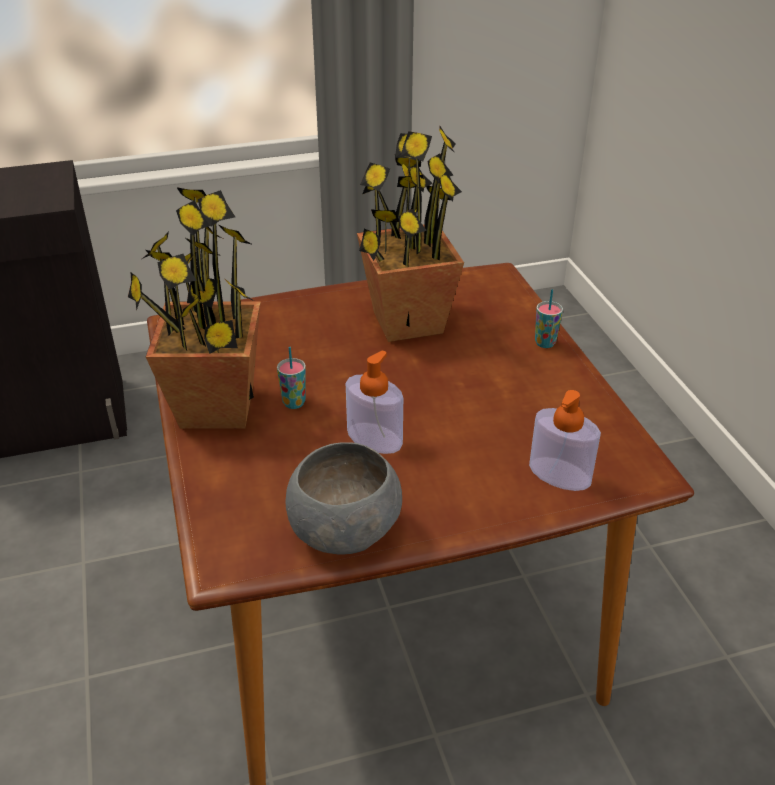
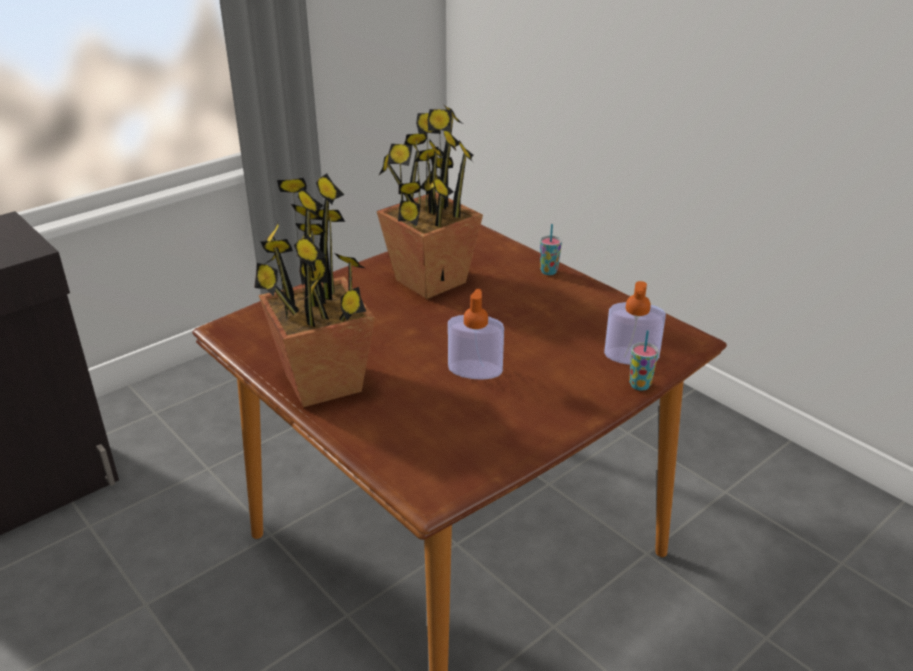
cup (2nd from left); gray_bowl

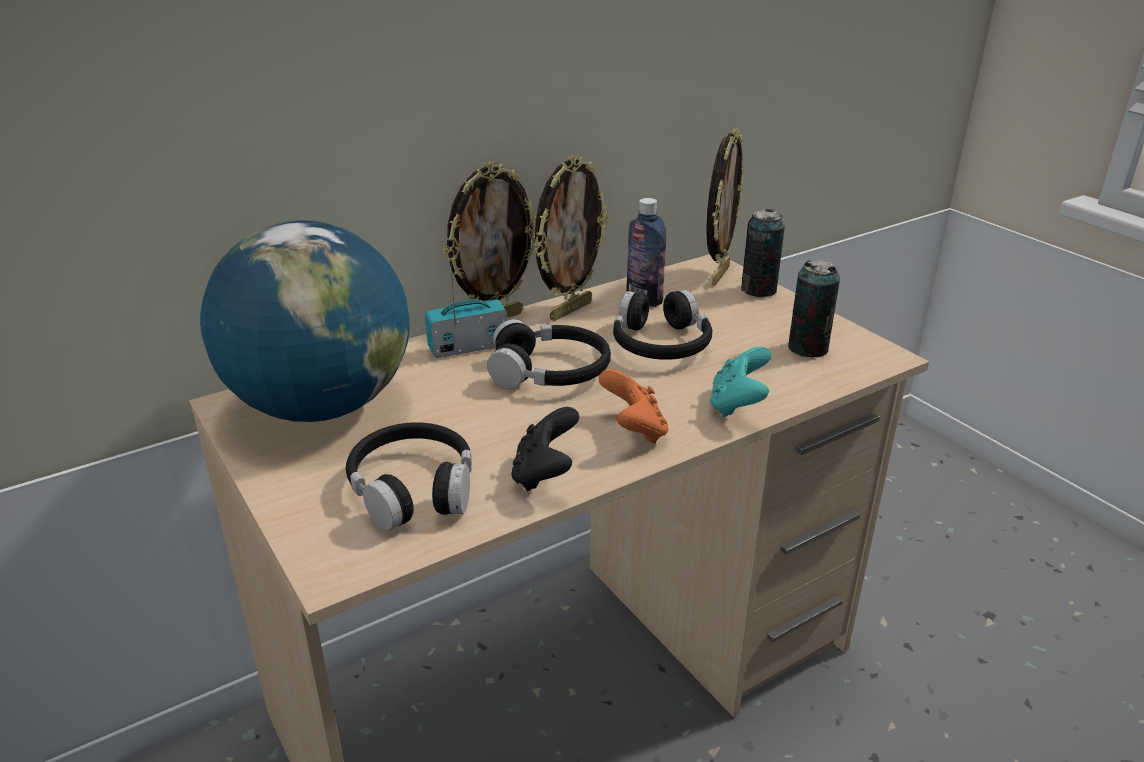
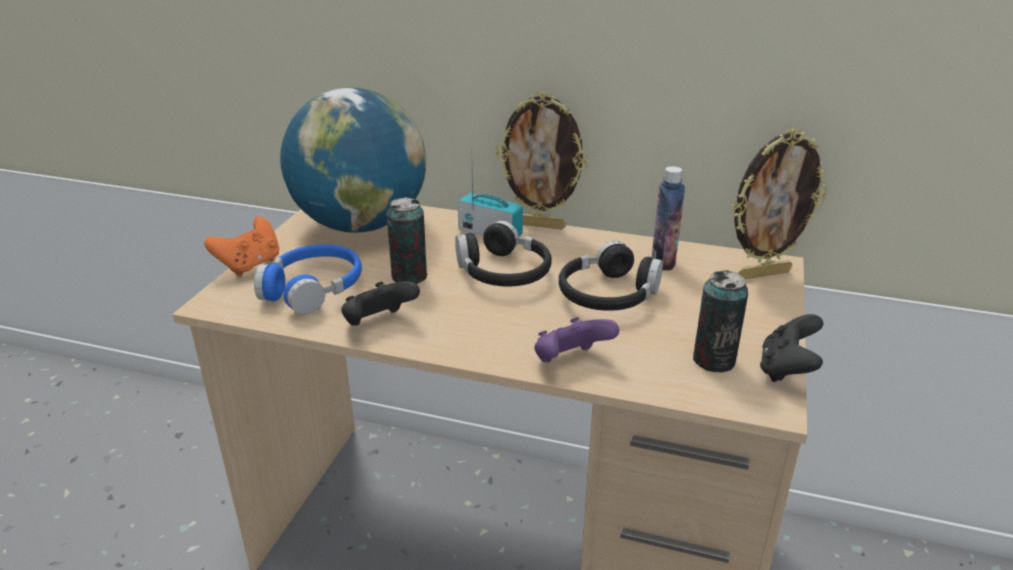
photo_frame (2nd from left in the first image); can (1st from left); purple_joypad; orange-coloured_joypad; blue-coloured_pair_of_headphones; black-coloured_joypad (2nd from left)

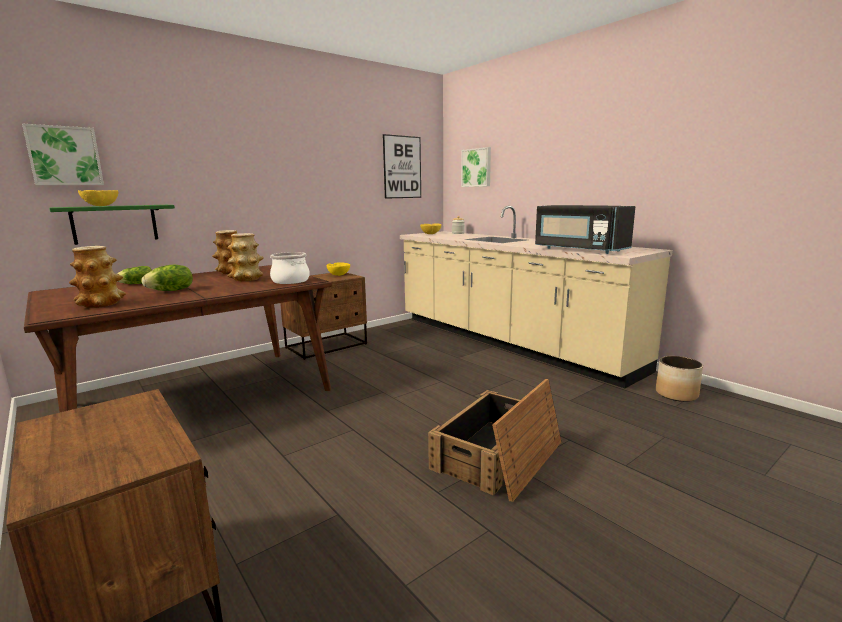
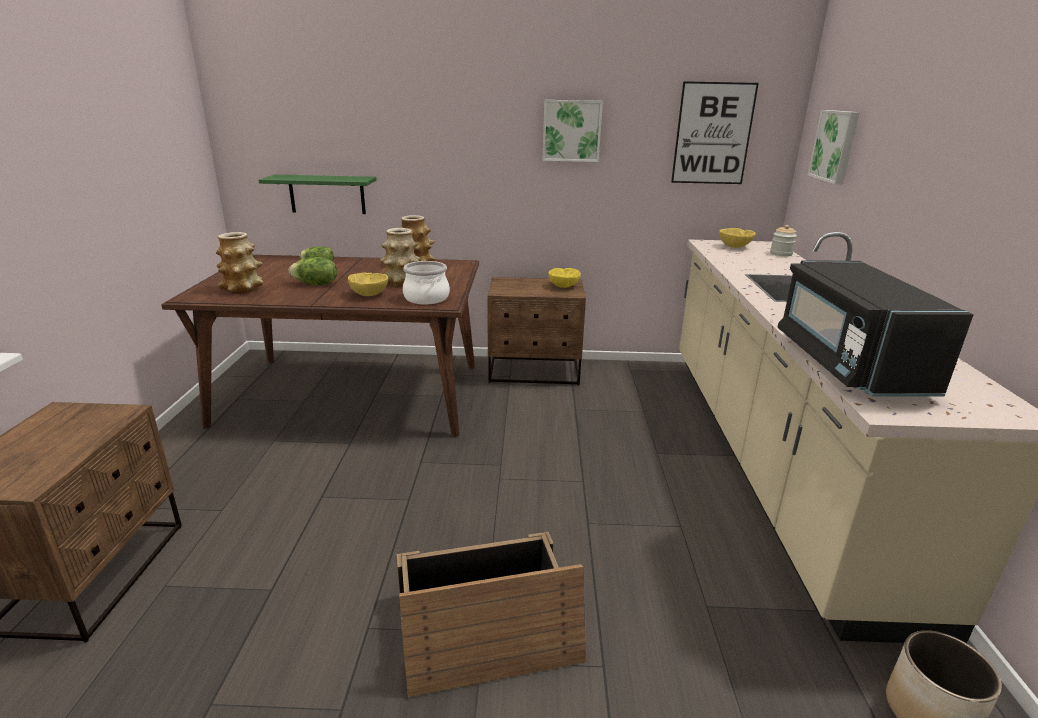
picture (1st from left); yellowish_bowl (1st from left)

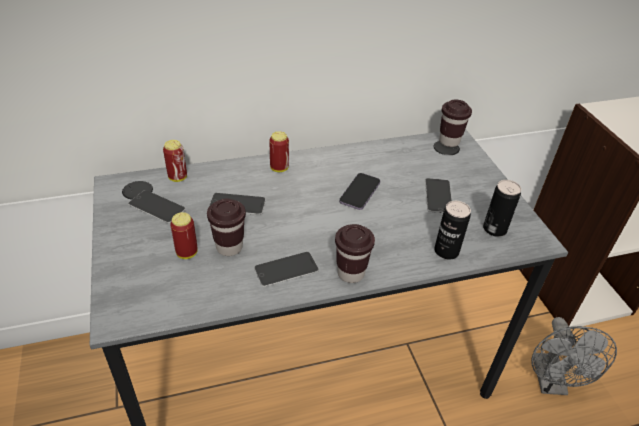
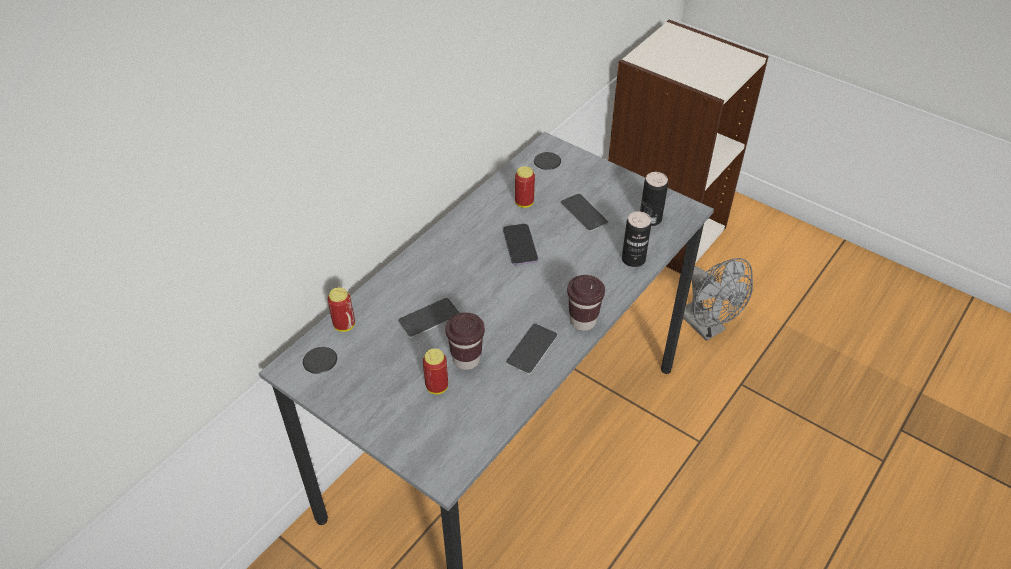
brown_cup (3rd from left in the first image); can (3rd from left); telephone (1st from left in the first image)

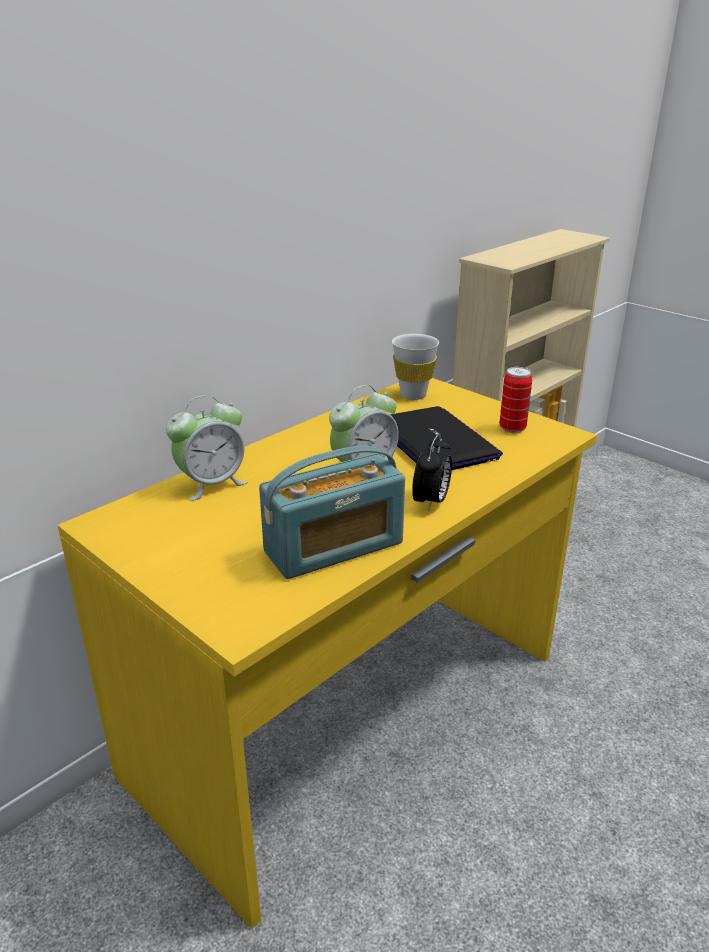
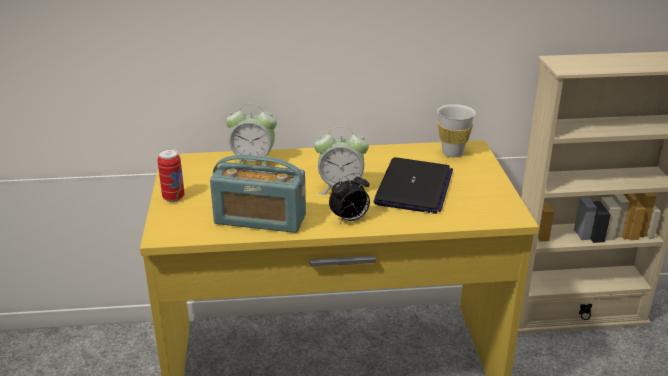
can

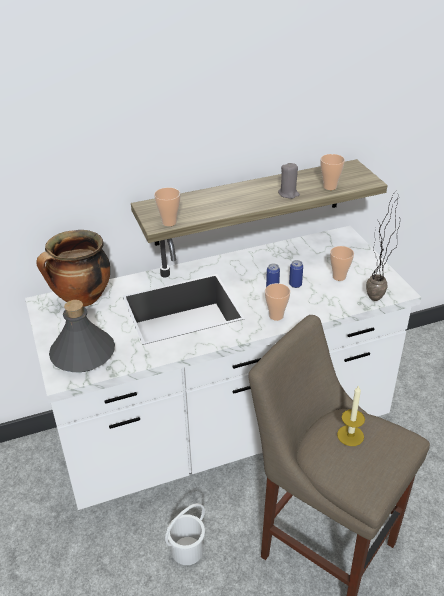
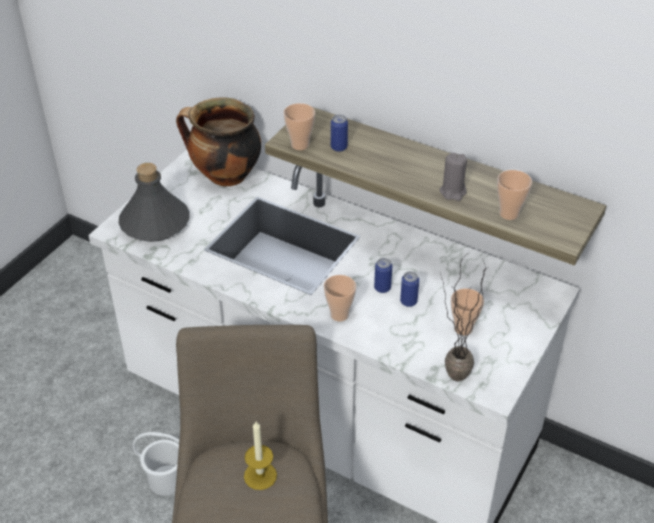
can (1st from left)

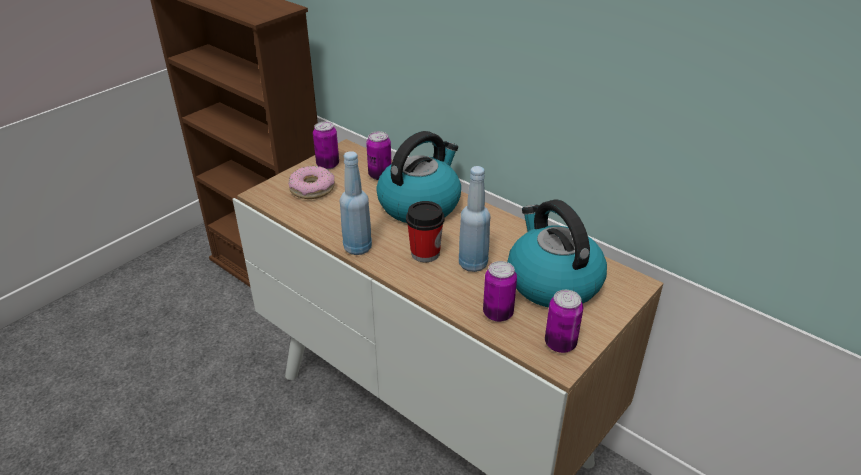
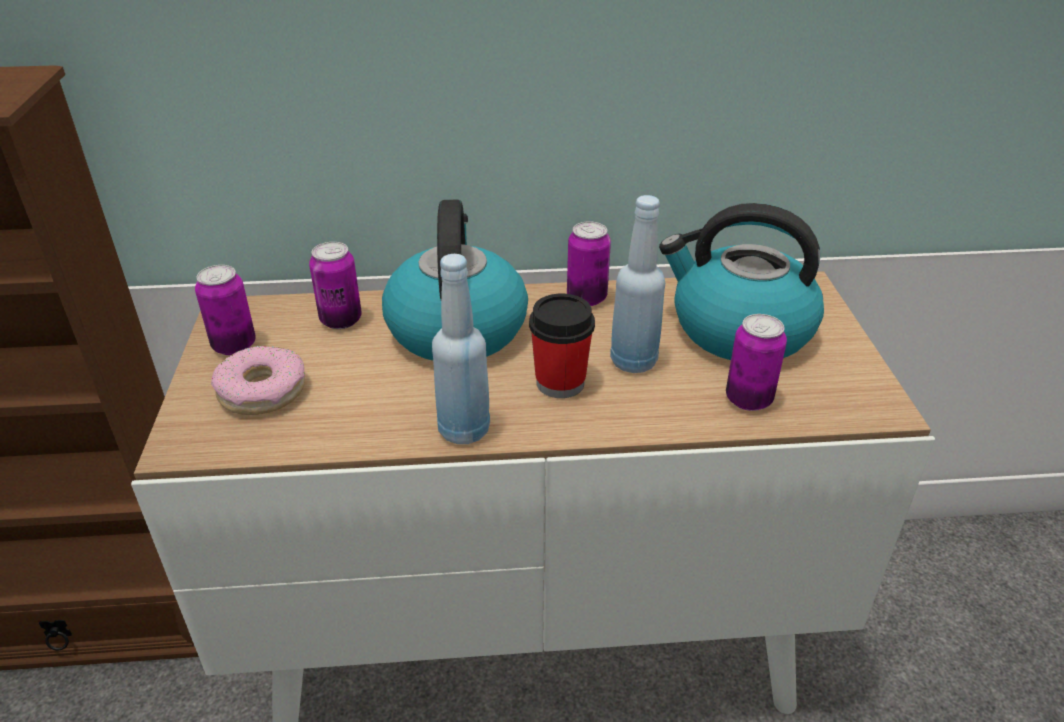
can (3rd from left)

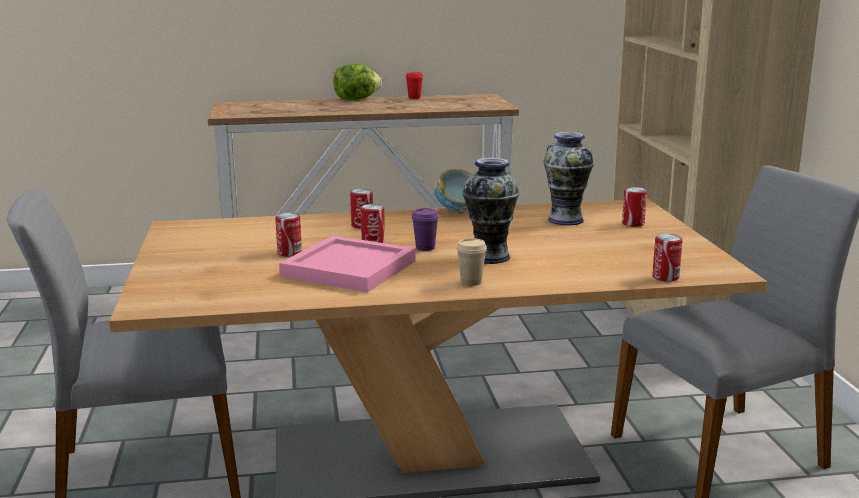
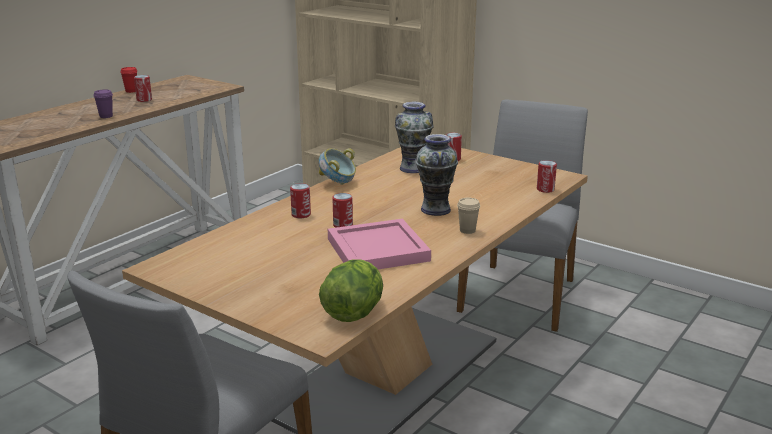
lettuce; purple_cup; can (1st from left)

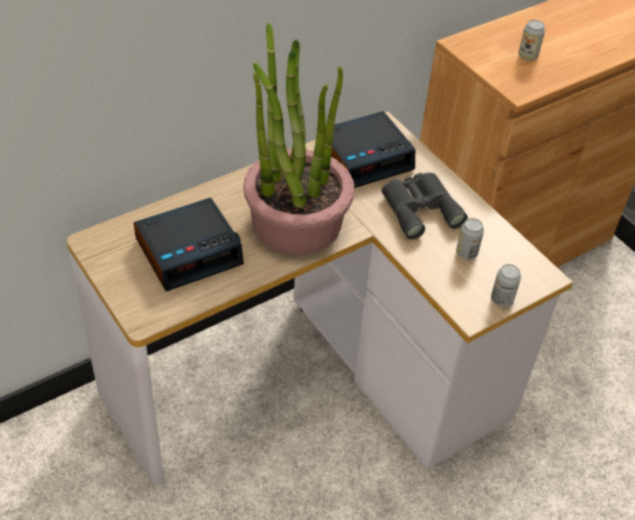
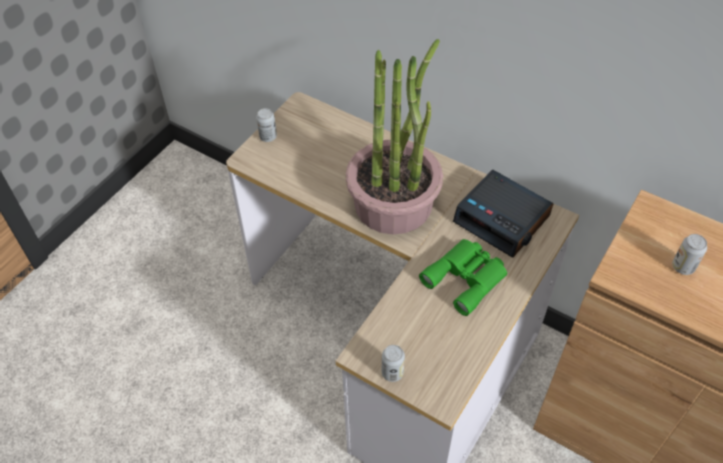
green_field_glasses; bedside_clock (1st from left in the first image); can (1st from left)

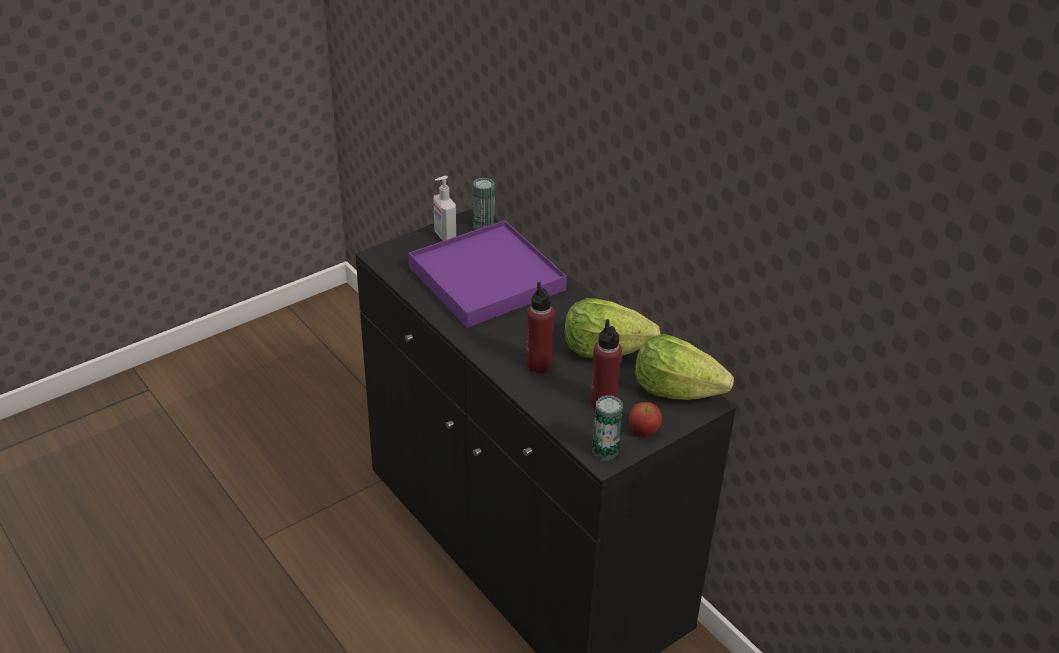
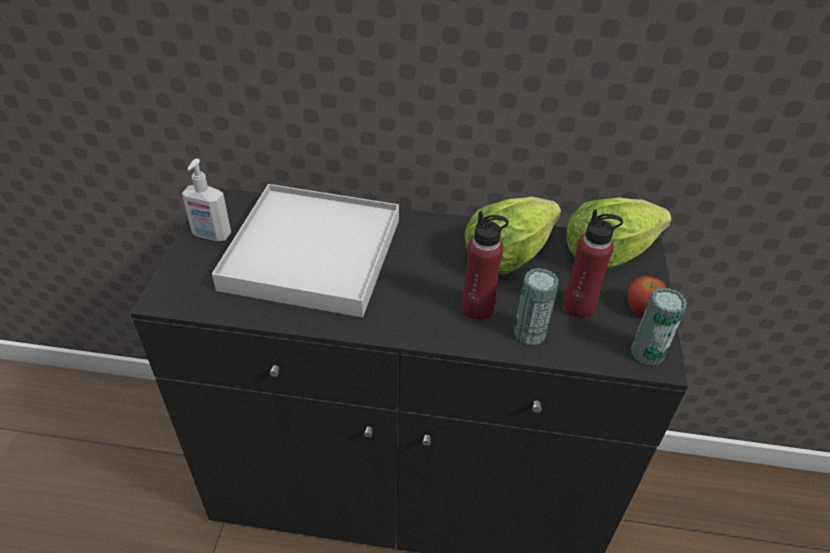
can (1st from left); white-coloured_tray

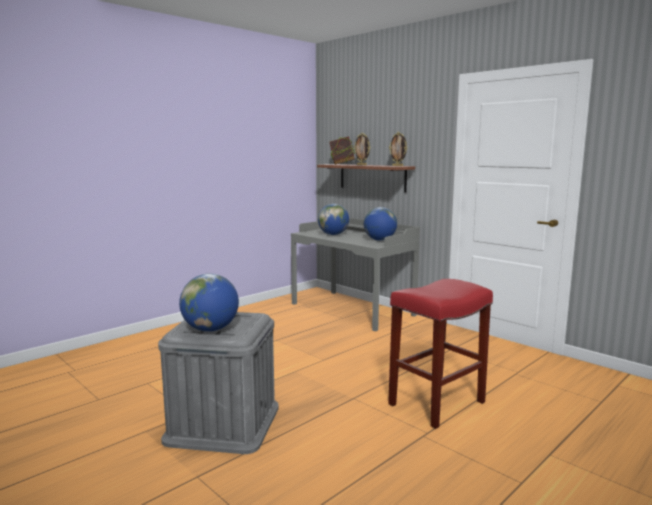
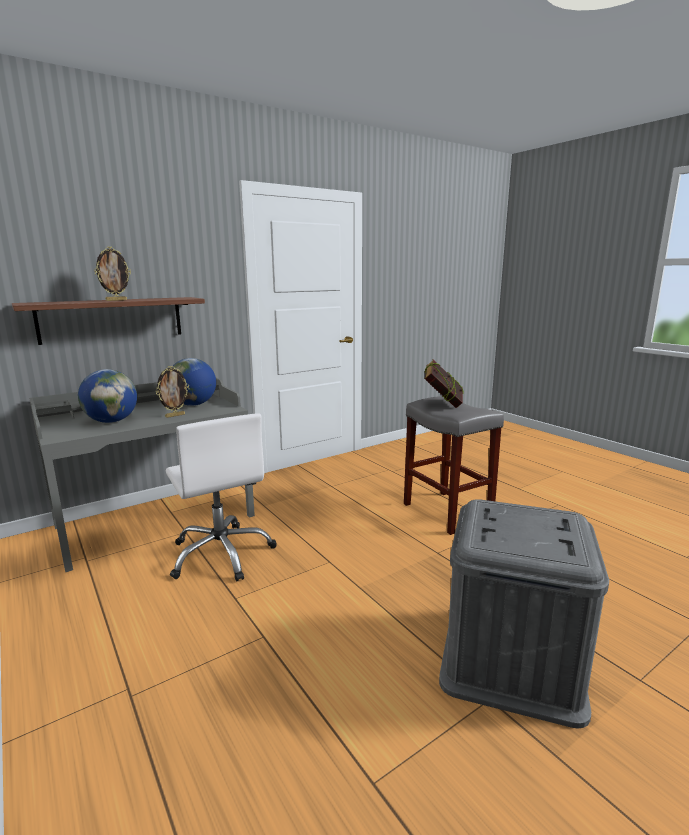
photo_frame (2nd from left); bound_book; desk_globe (1st from left in the first image); gray_stool_seat; white-coloured_desk_chair

